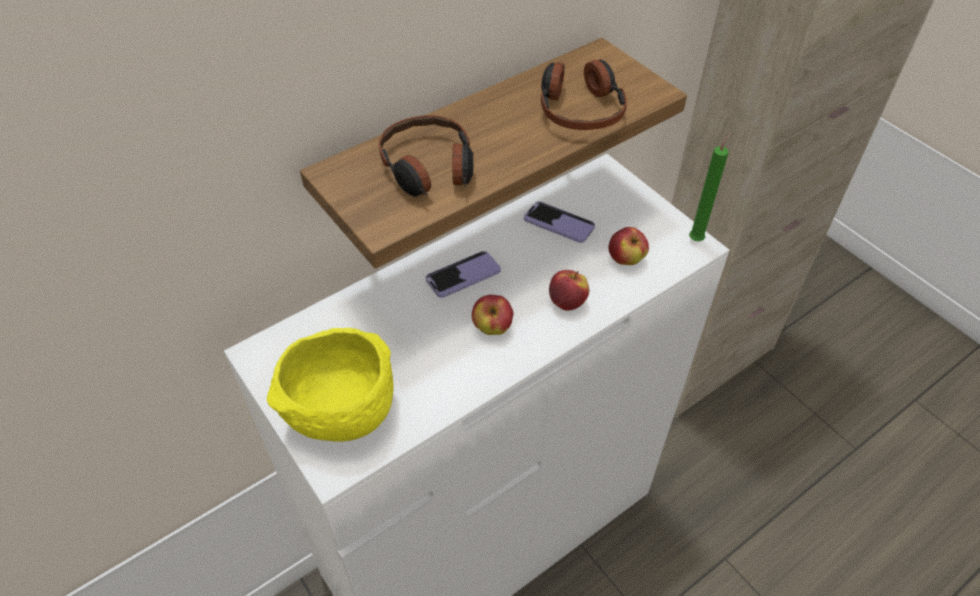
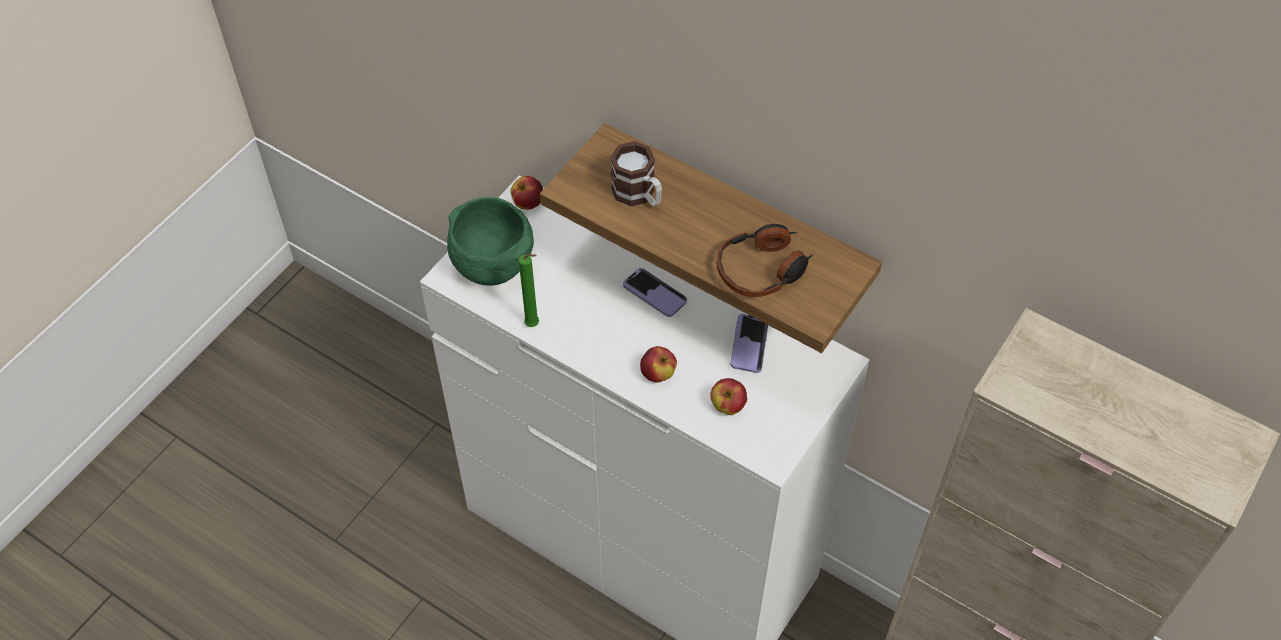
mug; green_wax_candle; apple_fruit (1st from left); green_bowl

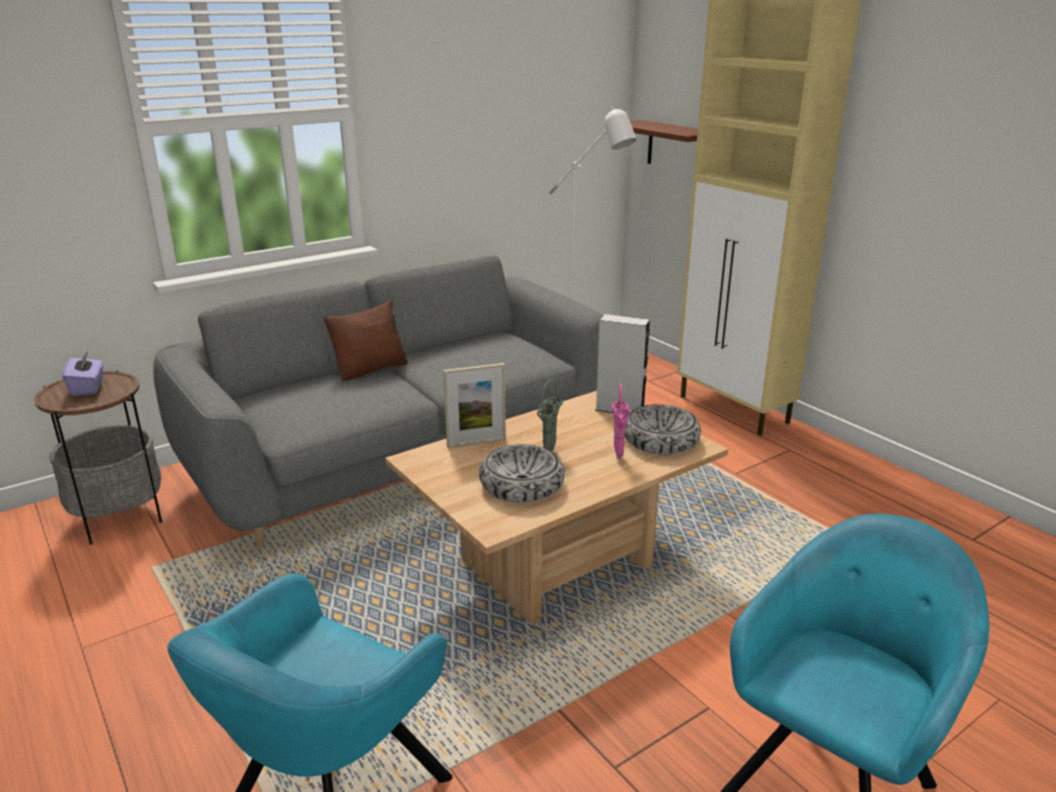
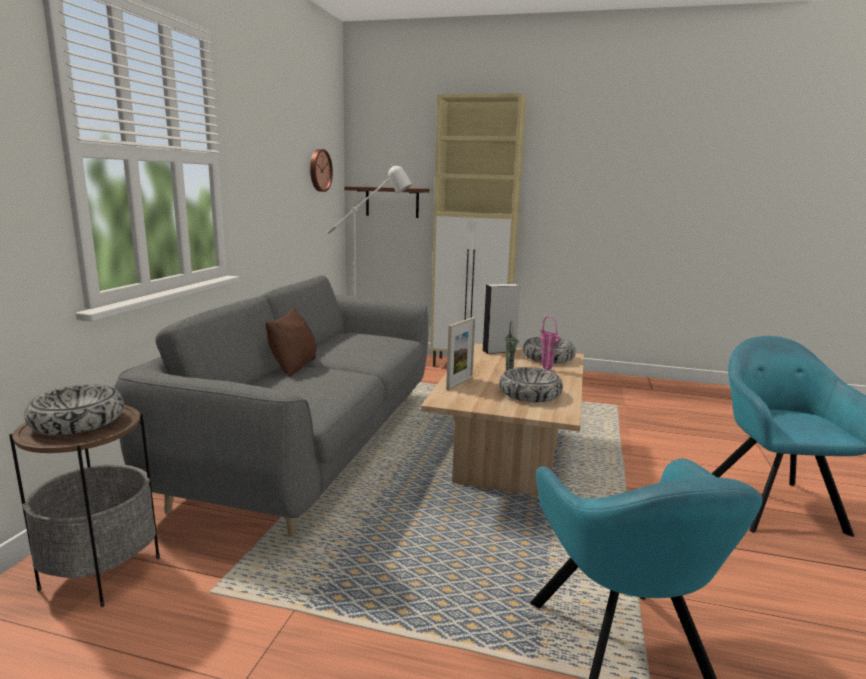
bowl (1st from left); clock_on_the_wall

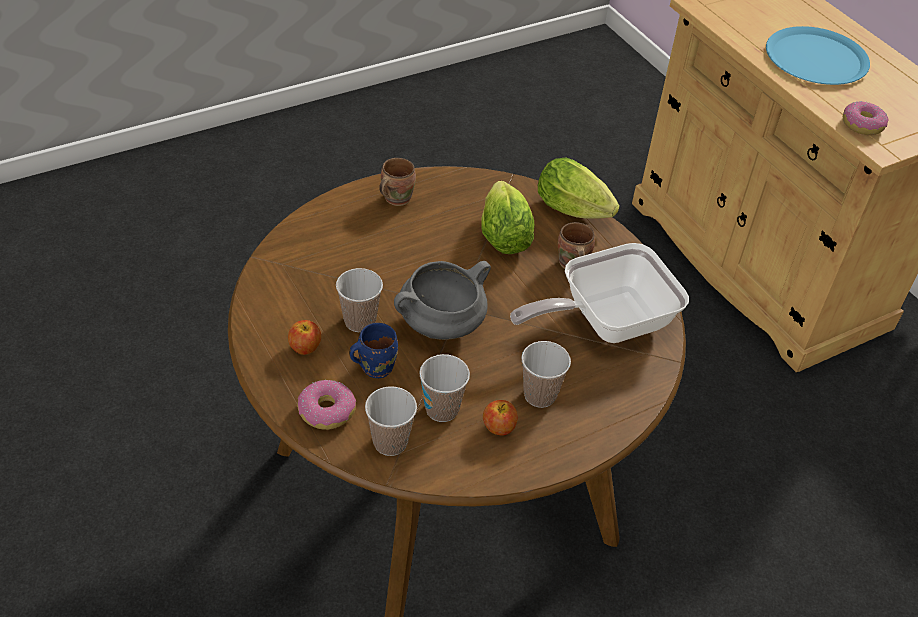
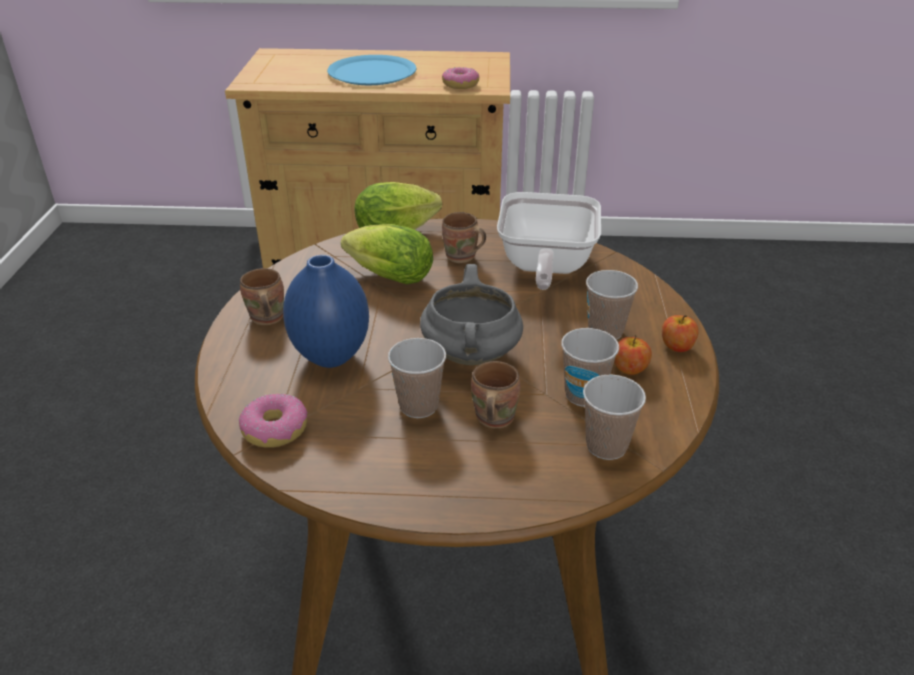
apple_fruit (2nd from left); brown_mug (3rd from left); ring_doughnut (1st from left); blue-coloured_flower_vase

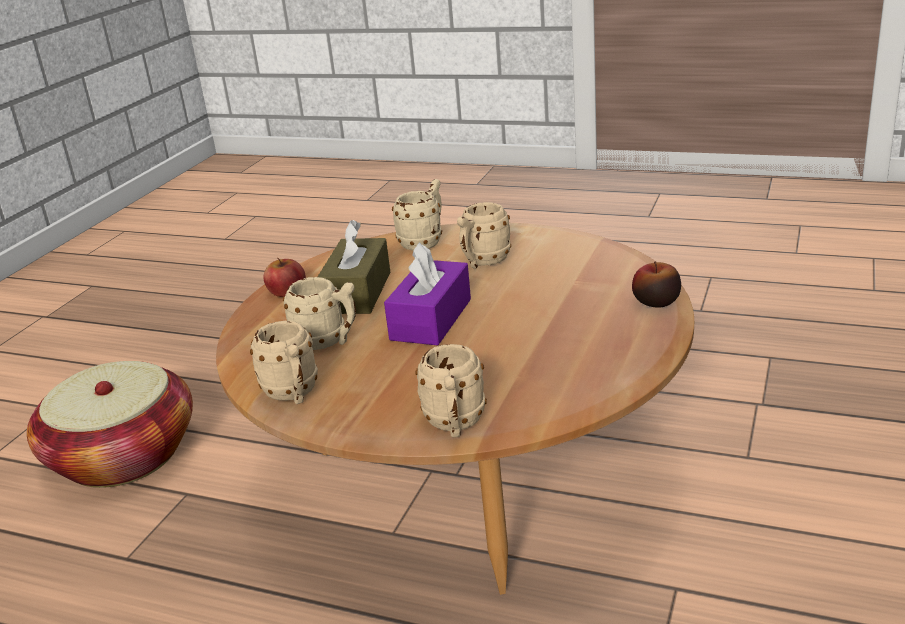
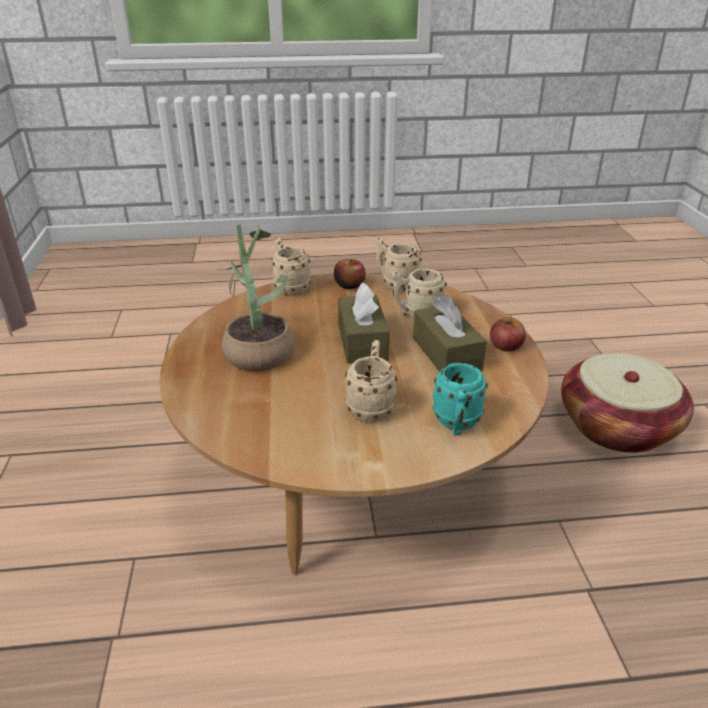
turquoise_mug; brown_tissue_holder (1st from left); apple_fruit (1st from left); potted_plant

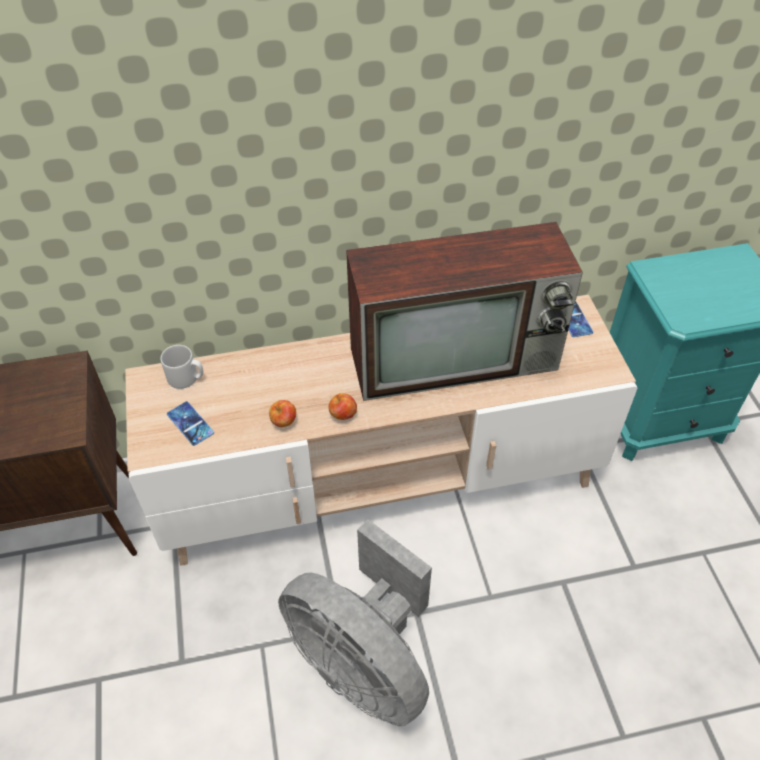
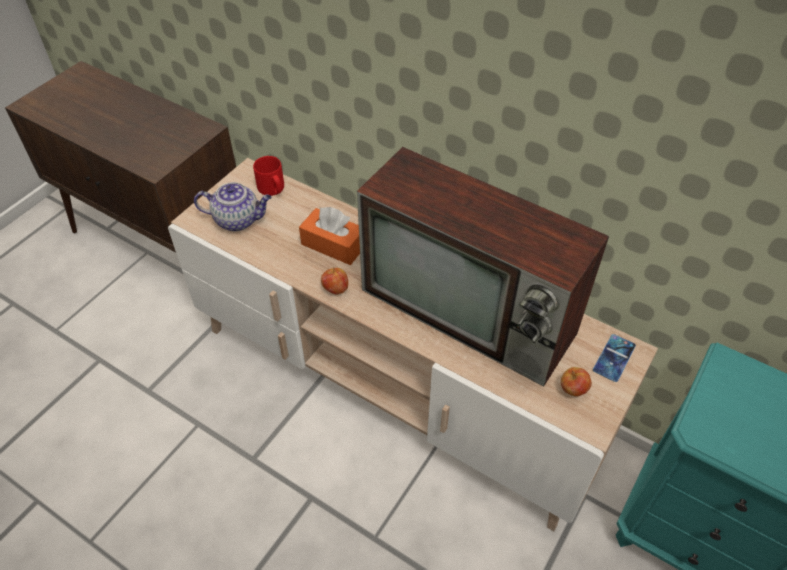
red-coloured_mug; apple_fruit (2nd from left); pot_for_tea; gray_fan; orange-coloured_tissue_holder

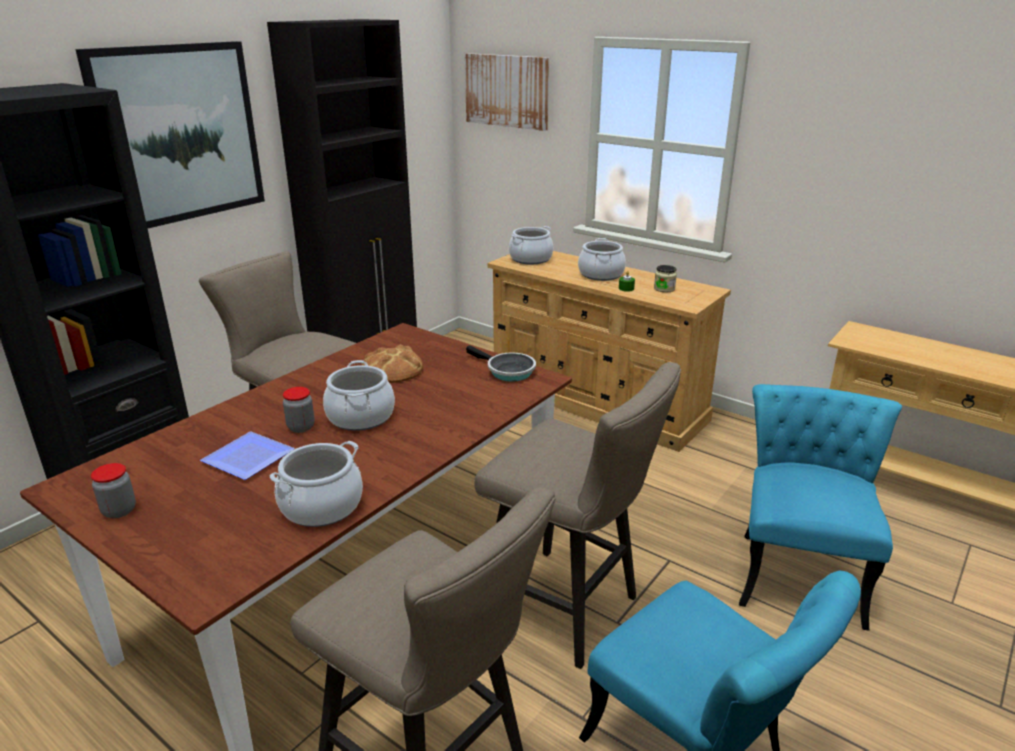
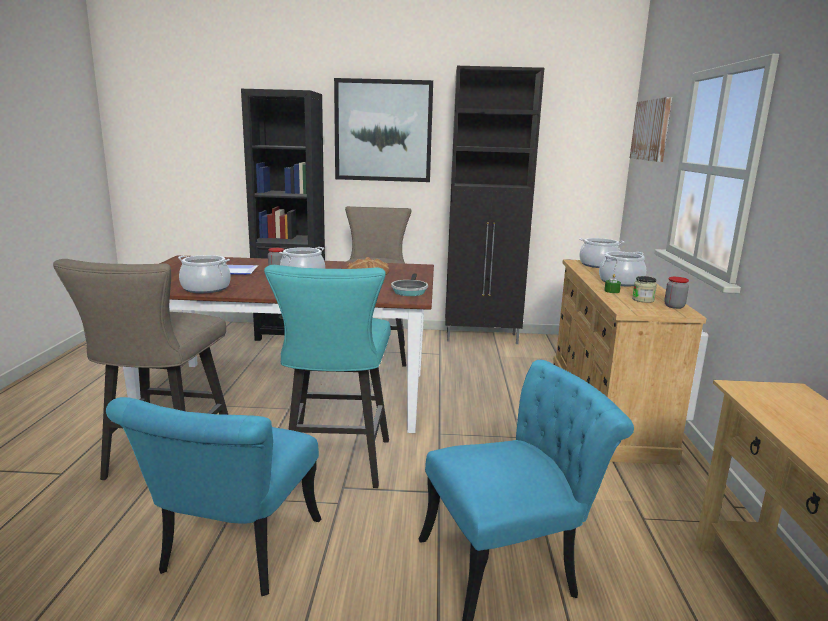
turquoise_stool_seat; jar (3rd from left)

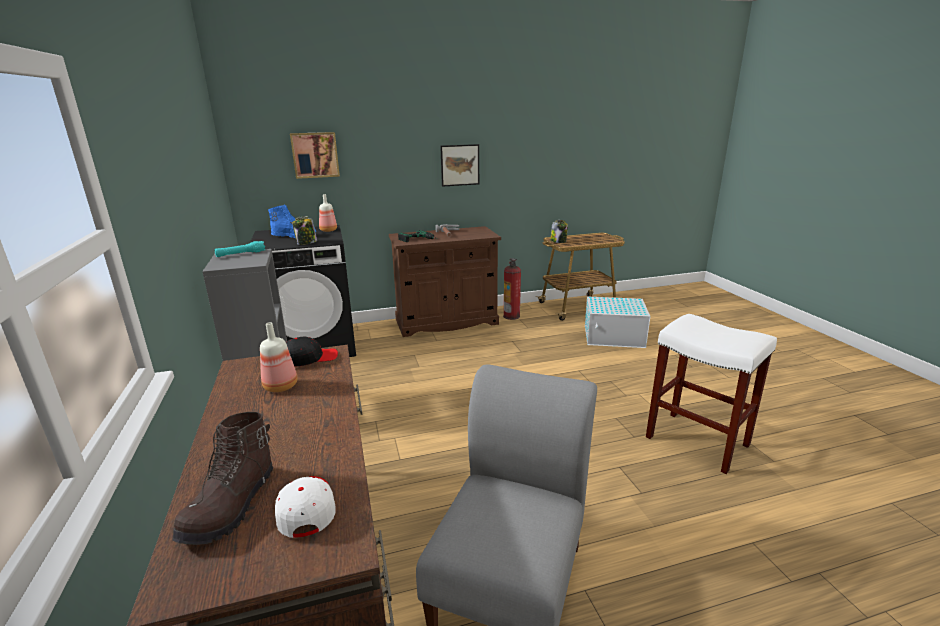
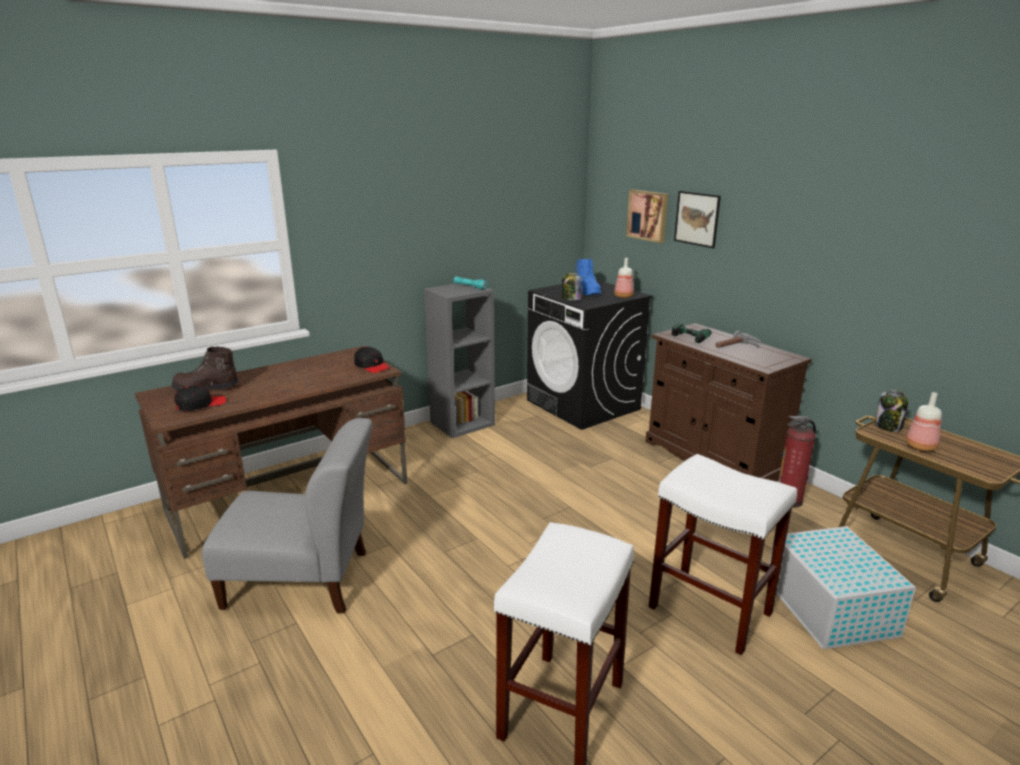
picture (2nd from left); bottle (2nd from left); black-coloured_baseball_cap (1st from left); white-coloured_stool_seat (2nd from left)

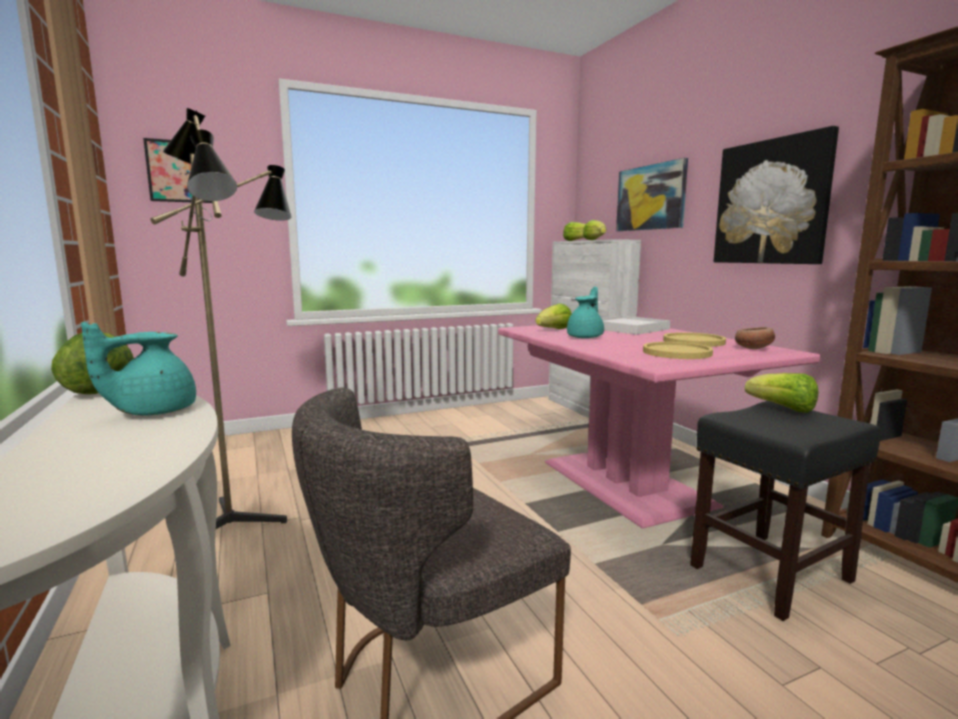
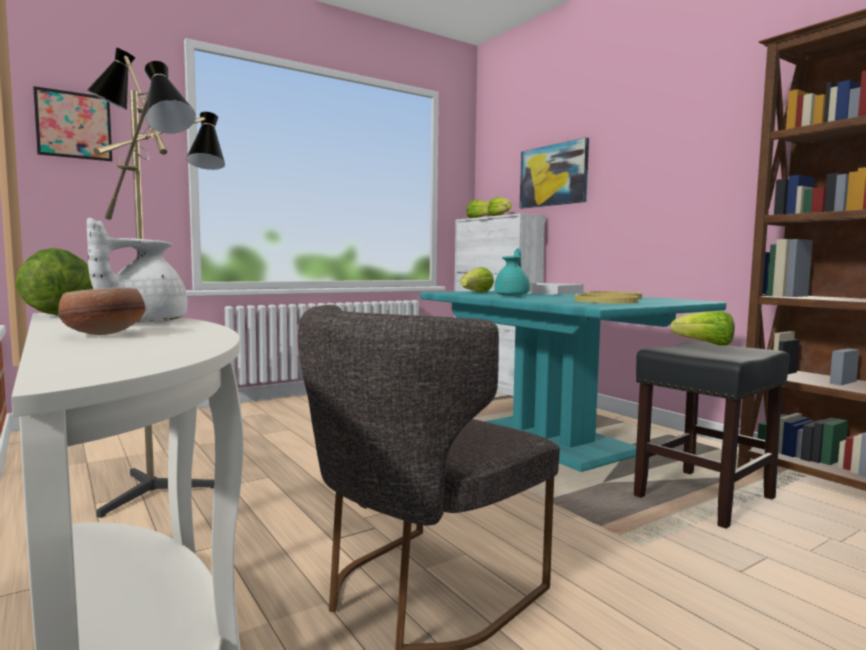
picture (3rd from left in the first image); white-coloured_pot_for_tea; turquoise_dining_table; bowl

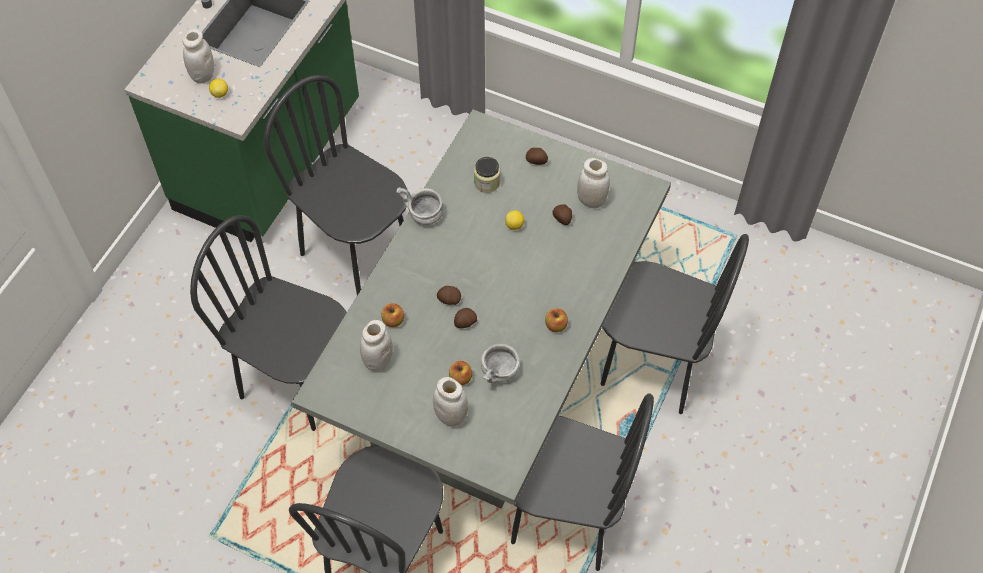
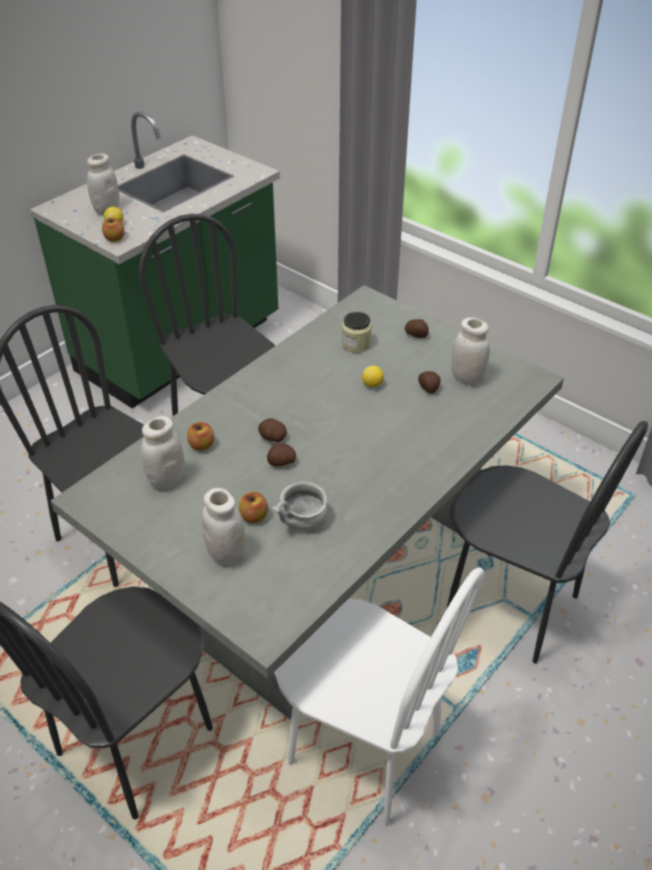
gray_bowl (1st from left in the first image); apple_fruit (1st from left); white-coloured_upright_chair

